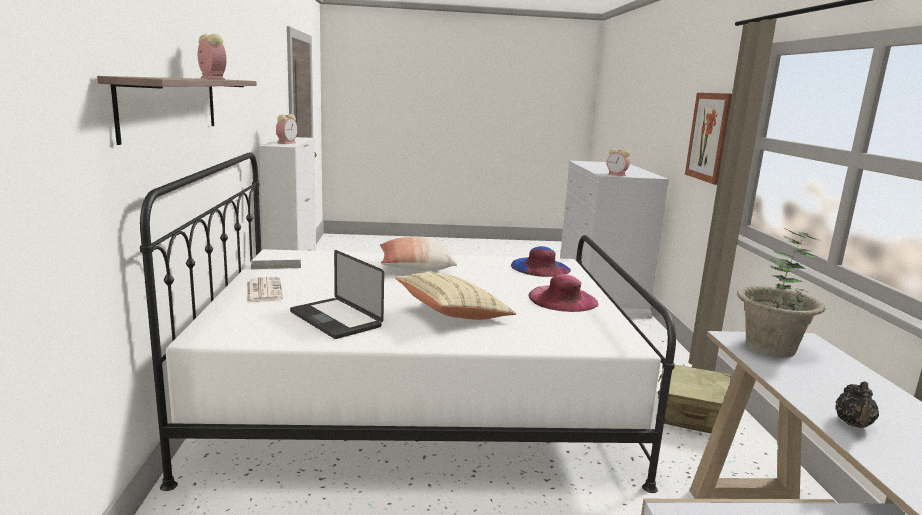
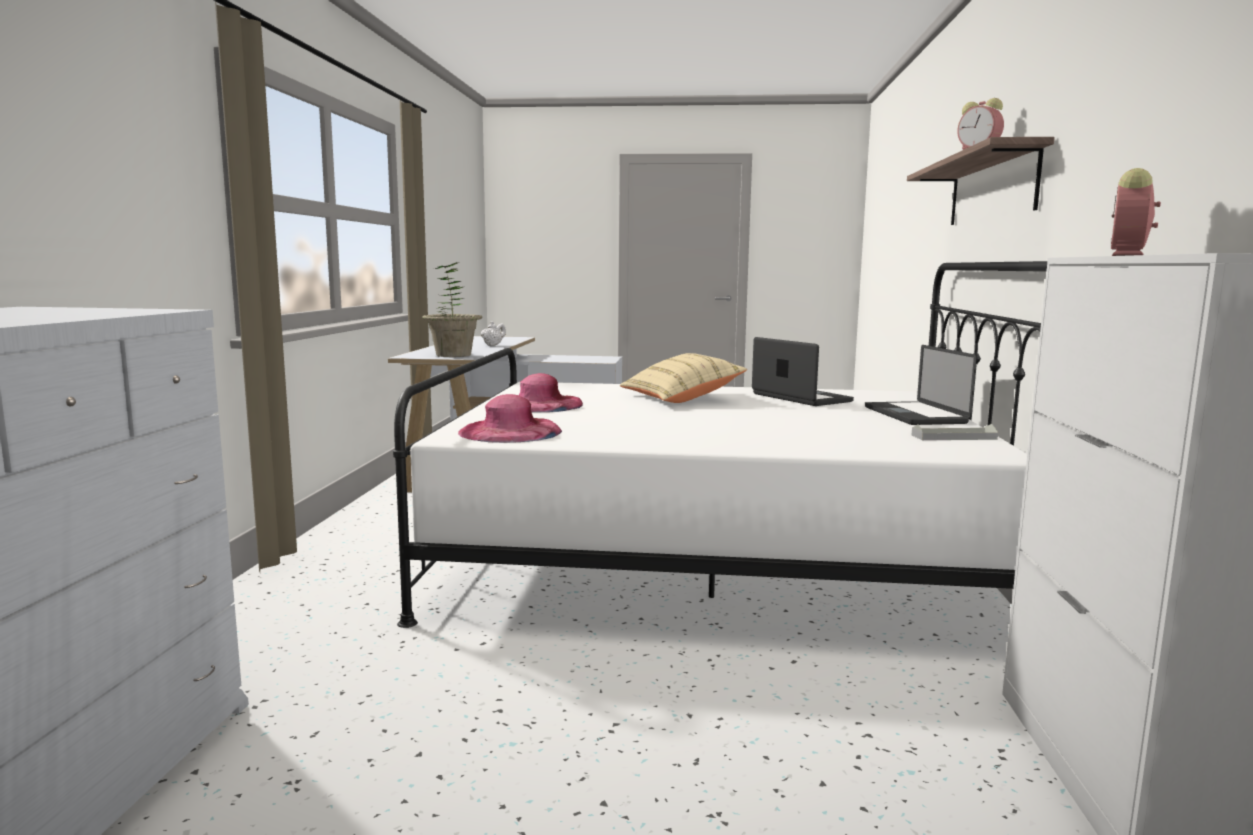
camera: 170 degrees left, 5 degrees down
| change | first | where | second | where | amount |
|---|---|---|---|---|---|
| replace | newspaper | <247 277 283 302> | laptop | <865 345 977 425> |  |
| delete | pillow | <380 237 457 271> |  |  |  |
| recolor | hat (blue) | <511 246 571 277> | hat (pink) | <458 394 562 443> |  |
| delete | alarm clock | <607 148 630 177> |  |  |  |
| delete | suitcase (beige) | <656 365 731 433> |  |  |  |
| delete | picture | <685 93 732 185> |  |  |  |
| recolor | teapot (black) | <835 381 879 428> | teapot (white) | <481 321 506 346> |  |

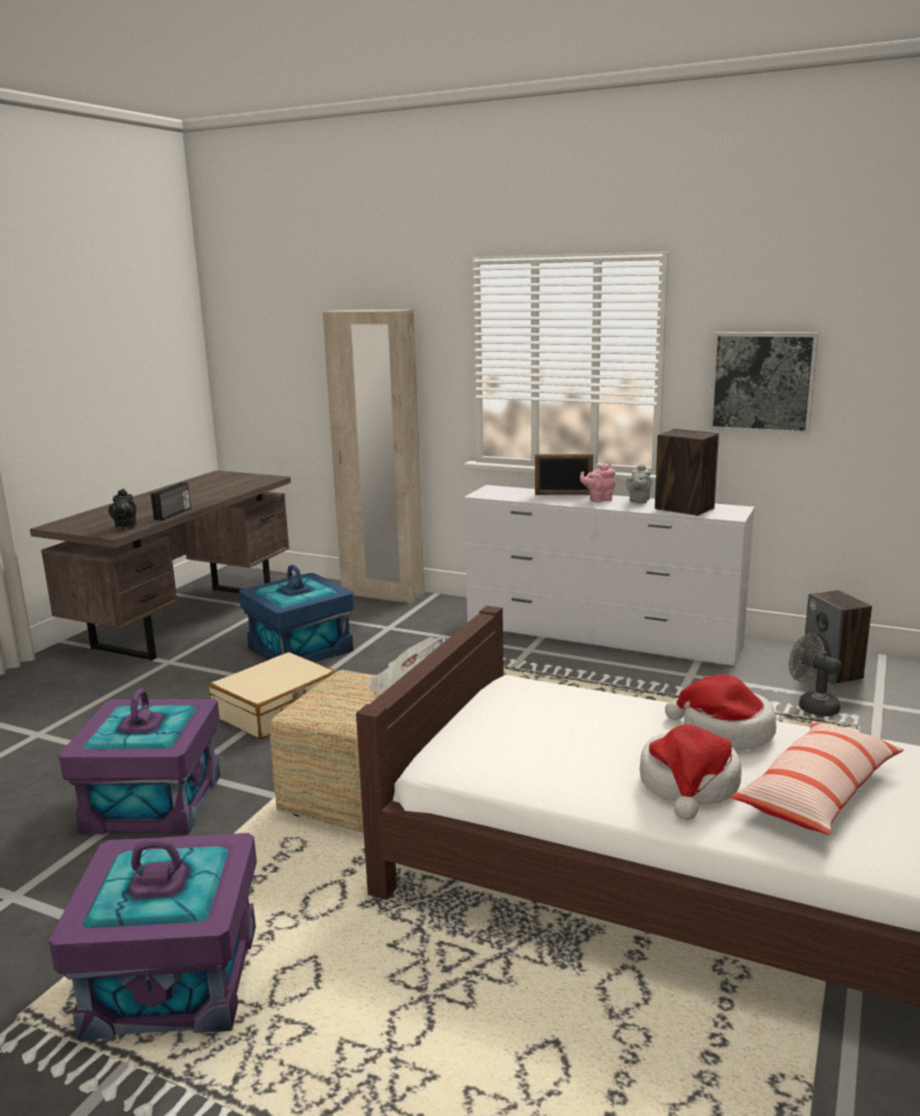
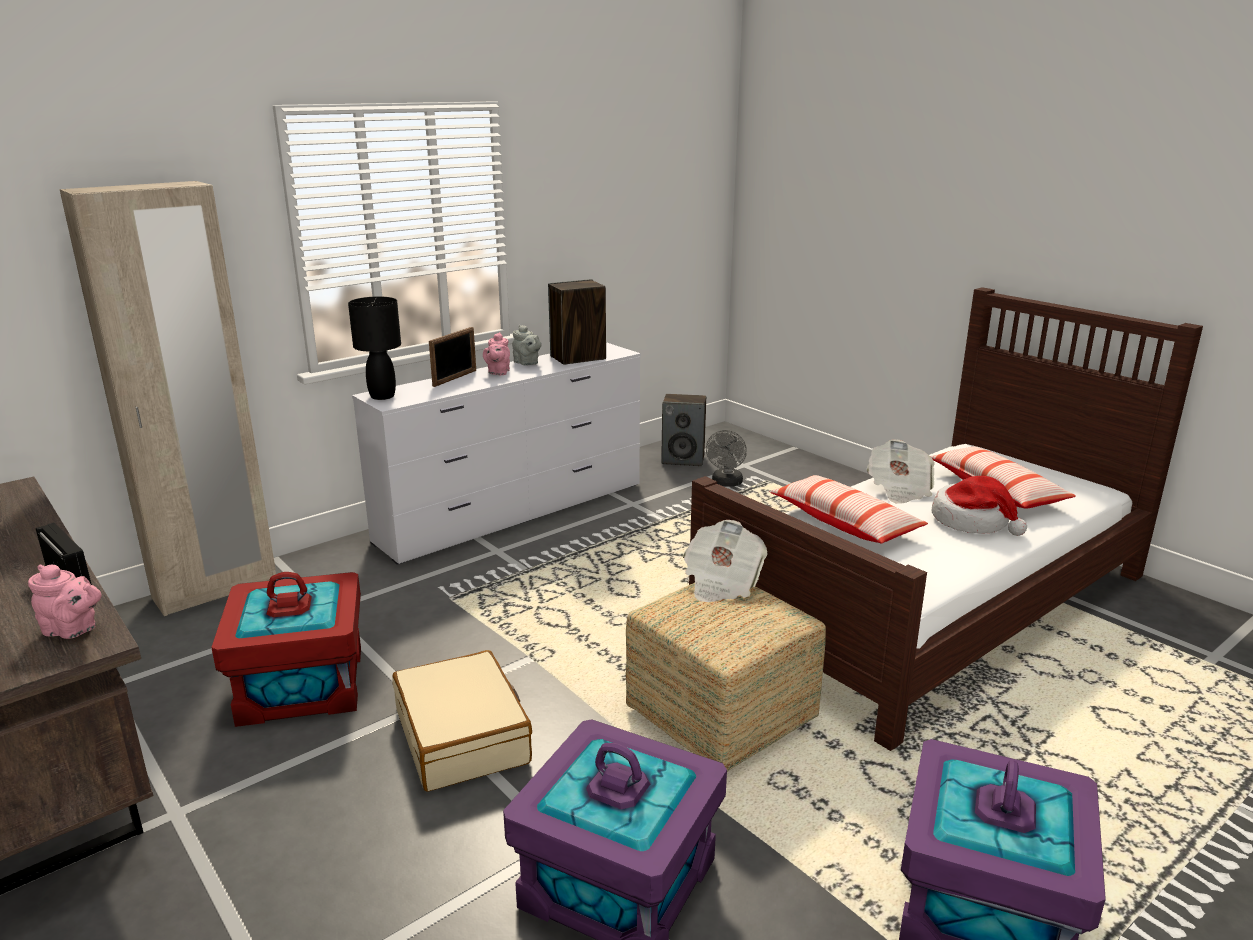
camera: 65 degrees left, 5 degrees up
| change | first | where | second | where | amount |
|---|---|---|---|---|---|
| recolor | teapot (black) | <108 489 136 530> | teapot (pink) | <28 565 101 639> |  |
| recolor | storage box (blue) | <239 565 354 662> | storage box (red) | <211 572 361 727> |  |
| replace | hat | <665 674 776 750> | newspaper | <867 439 935 504> |  |
| delete | picture | <709 332 819 434> |  |  |  |
| rotate | fan (grey) | <789 634 842 716> |  | <706 430 747 487> | 60 degrees counterclockwise |
| insert |  |  | table lamp (black) | <348 296 401 400> |  |
| insert |  |  | pillow | <770 475 928 543> |  |

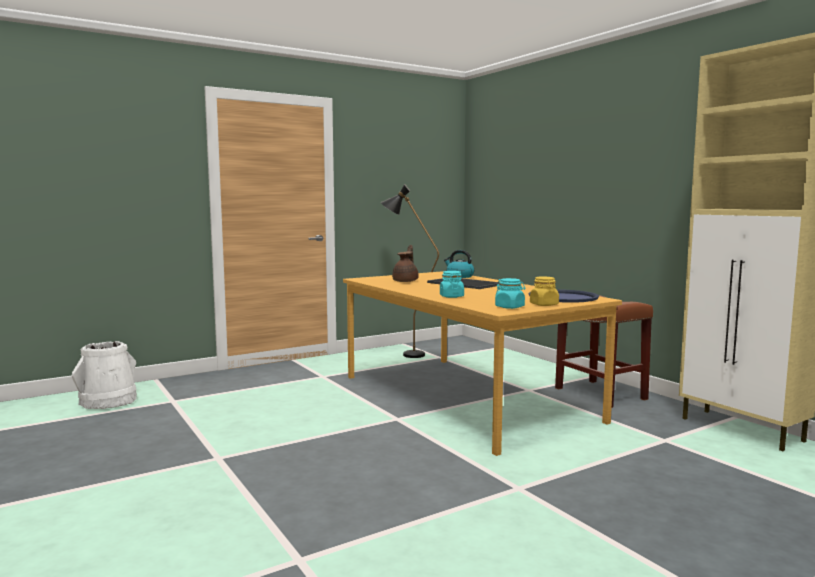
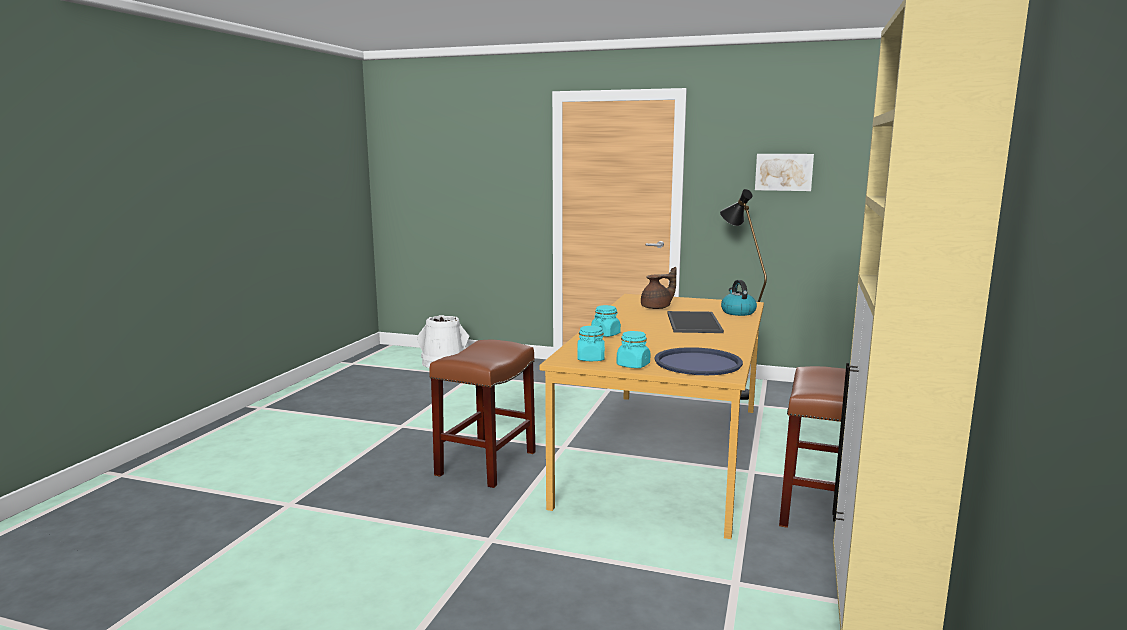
camera: 50 degrees right, 5 degrees up
| change | first | where | second | where | amount |
|---|---|---|---|---|---|
| recolor | jar (yellow) | <530 277 559 306> | jar (turquoise) | <616 331 650 368> |  |
| insert |  |  | stool (brown) | <429 340 536 488> |  |
| insert |  |  | picture | <755 154 814 191> |  |

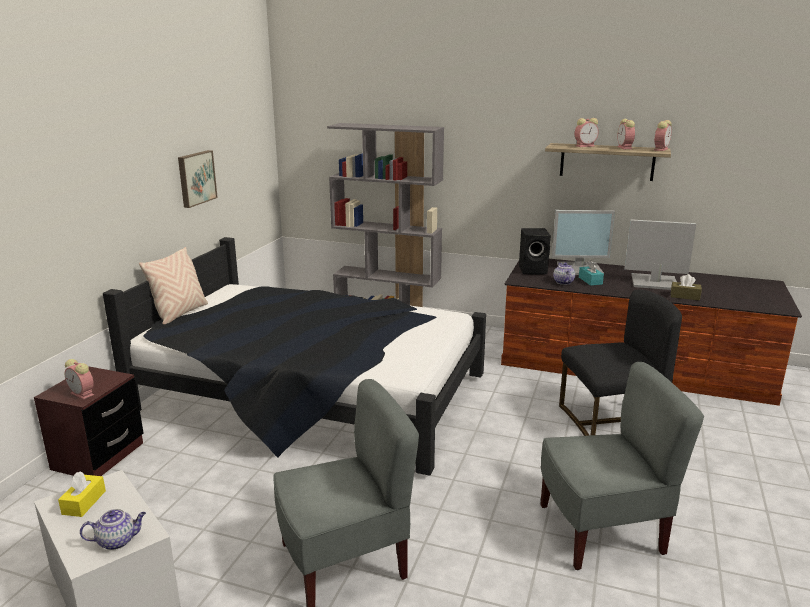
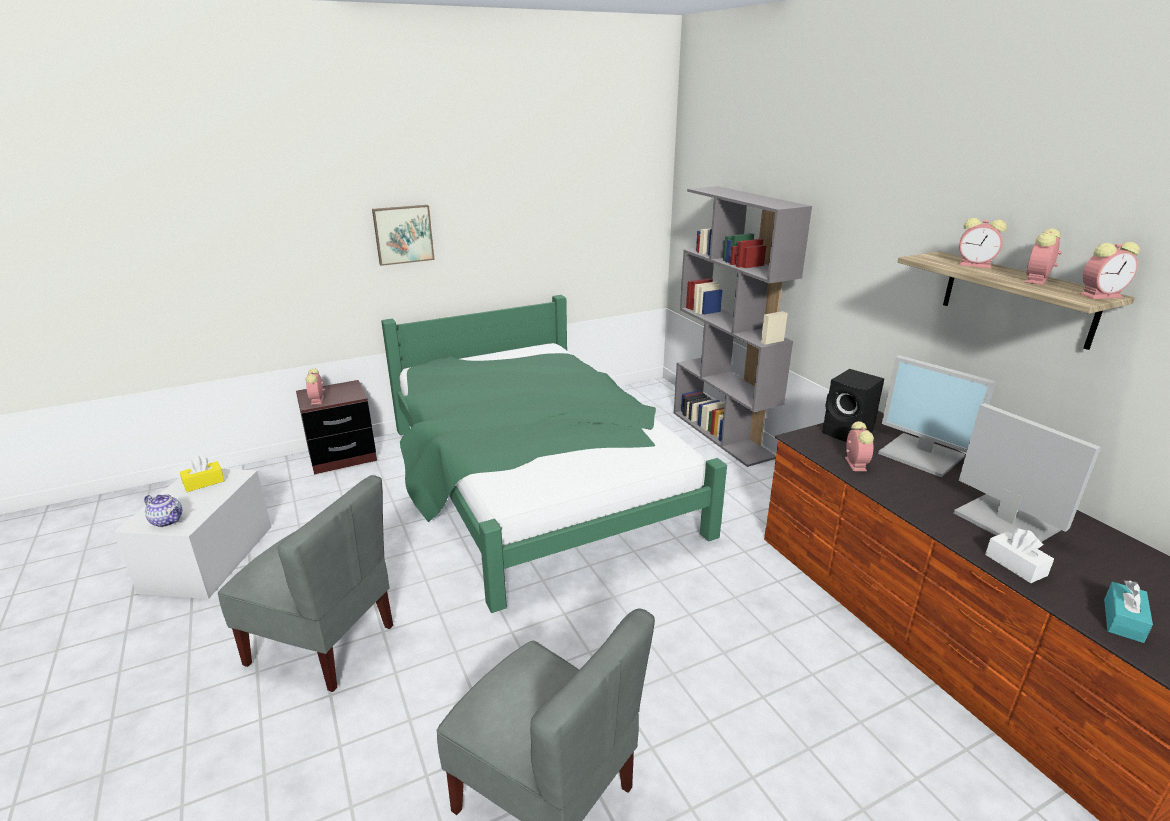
camera: 45 degrees right, 5 degrees up
| change | first | where | second | where | amount |
|---|---|---|---|---|---|
| recolor | bed (black) | <103 237 486 476> | bed (green) | <381 295 727 613> |  |
| delete | pillow (beige) | <139 247 208 324> |  |  |  |
| move | picture | <178 150 218 208> |  | <372 205 435 266> |  |
| replace | teapot | <553 262 575 285> | alarm clock | <845 421 874 471> |  |
| delete | chair (black) | <559 290 682 436> |  |  |  |
| move | tissue box (turquoise) | <579 260 604 286> |  | <1104 580 1153 643> |  |
| recolor | tissue box (brown) | <671 274 702 301> | tissue box (white) | <985 528 1054 583> |  |

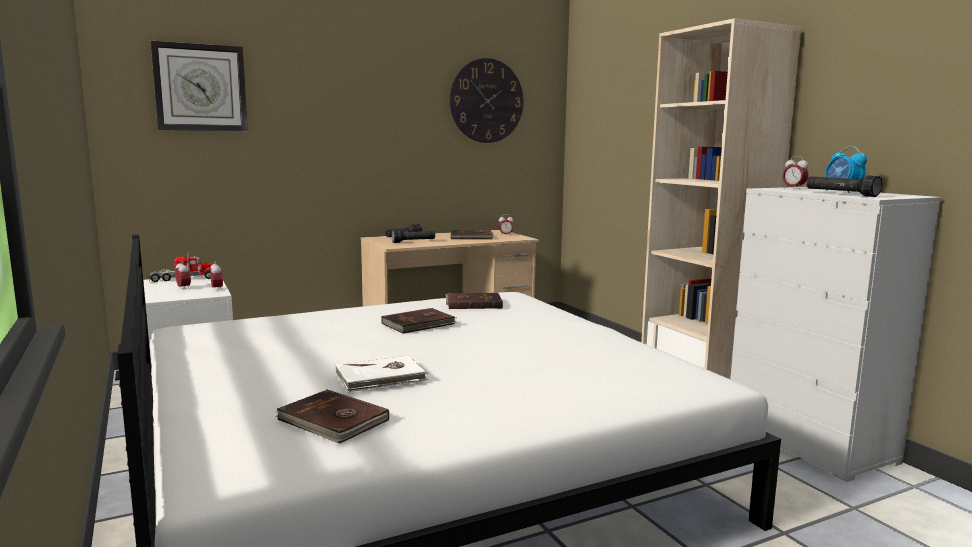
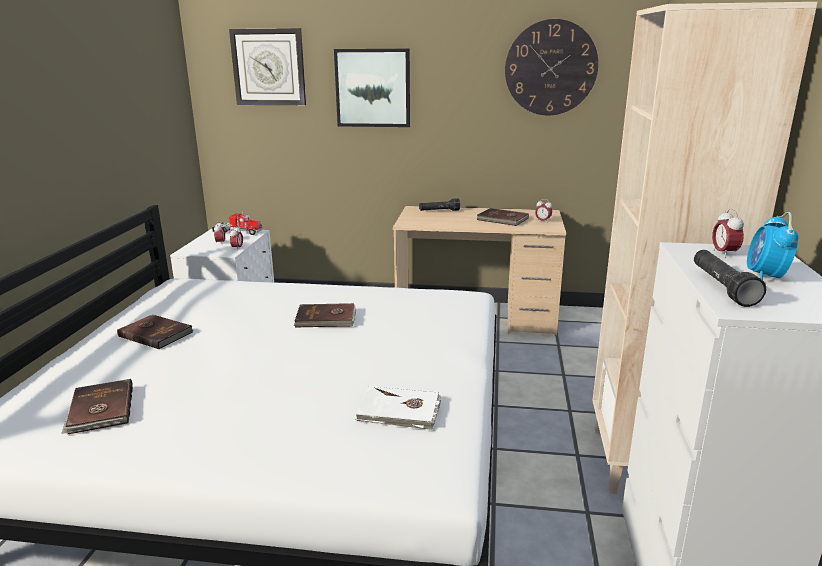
camera: 35 degrees right, 10 degrees up
| change | first | where | second | where | amount |
|---|---|---|---|---|---|
| move | book (white) | <335 355 428 392> |  | <355 386 441 430> |  |
| delete | flashlight (black) | <392 230 435 243> |  |  |  |
| move | book (brown) | <446 293 503 309> |  | <117 314 194 349> |  |
| insert |  |  | picture | <334 49 410 127> |  |

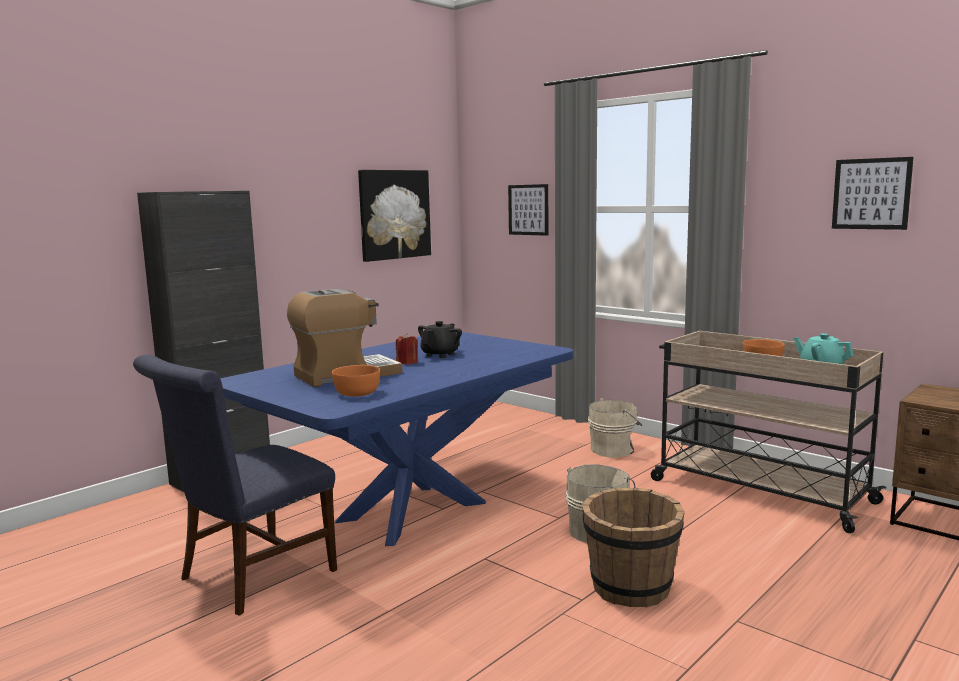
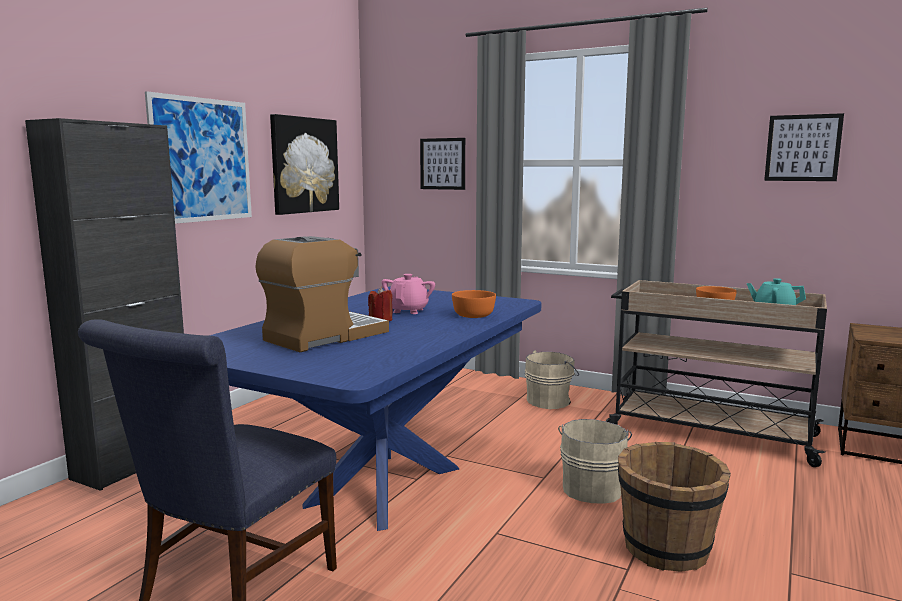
camera: 15 degrees left, 0 degrees up
| change | first | where | second | where | amount |
|---|---|---|---|---|---|
| move | bowl (orange) | <332 365 380 397> |  | <452 290 496 318> |  |
| recolor | teapot (black) | <418 321 462 358> | teapot (pink) | <382 274 435 314> |  |
| insert |  |  | picture | <145 91 252 224> |  |

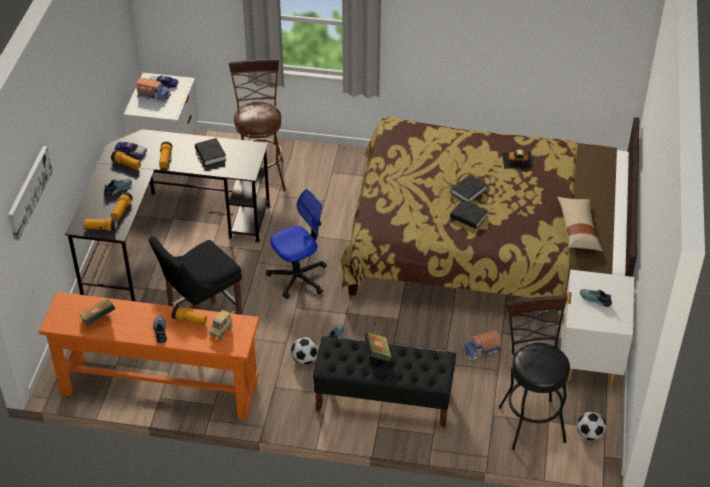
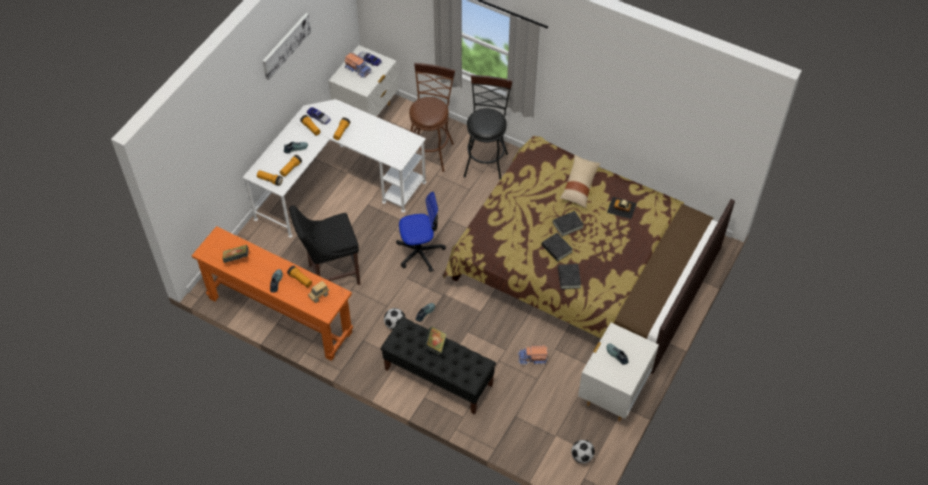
camera: 20 degrees right, 10 degrees up
| change | first | where | second | where | amount |
|---|---|---|---|---|---|
| move | picture | <8 146 53 240> |  | <263 13 311 80> |  |
| recolor | desk (black) | <65 129 271 302> | desk (white) | <242 99 426 238> |  |
| move | book (black) | <195 138 226 166> |  | <558 264 581 289> |  |
| move | stool (black) | <499 295 570 450> |  | <463 75 512 179> |  |
| move | pillow (beige) | <557 197 603 251> |  | <560 155 600 208> |  |

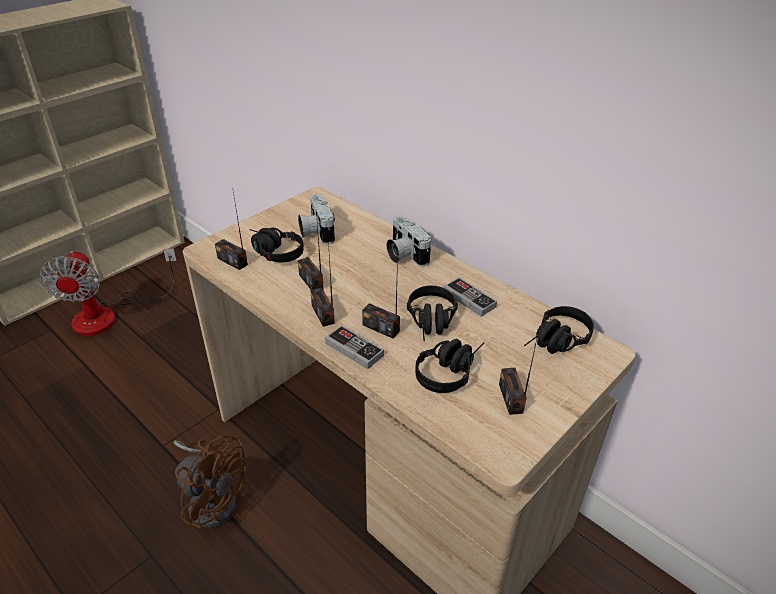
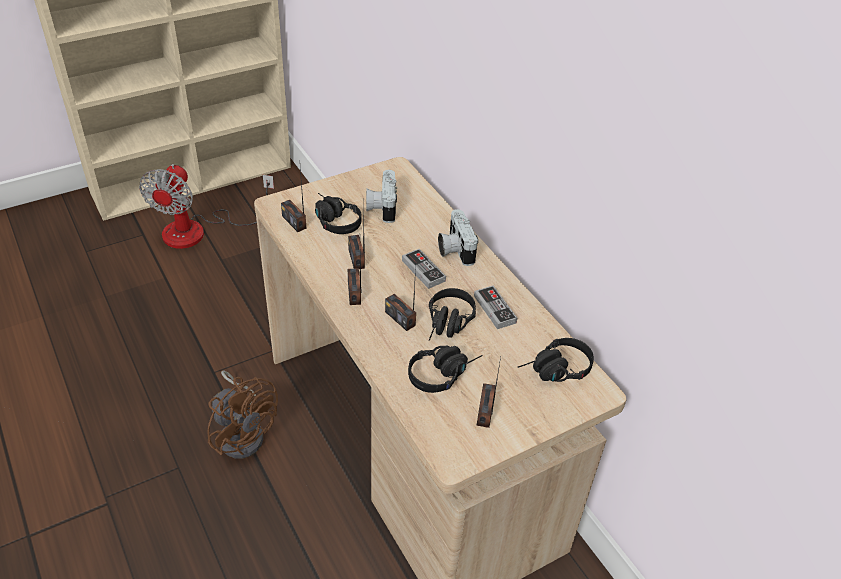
camera: 15 degrees right, 5 degrees up
| change | first | where | second | where | amount |
|---|---|---|---|---|---|
| move | game controller | <325 325 384 369> |  | <402 249 446 289> |  |

